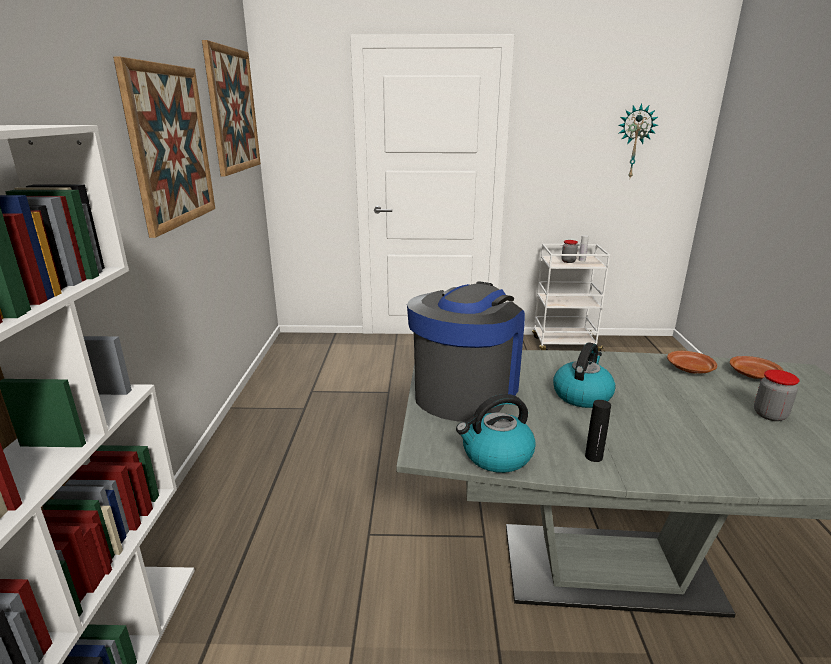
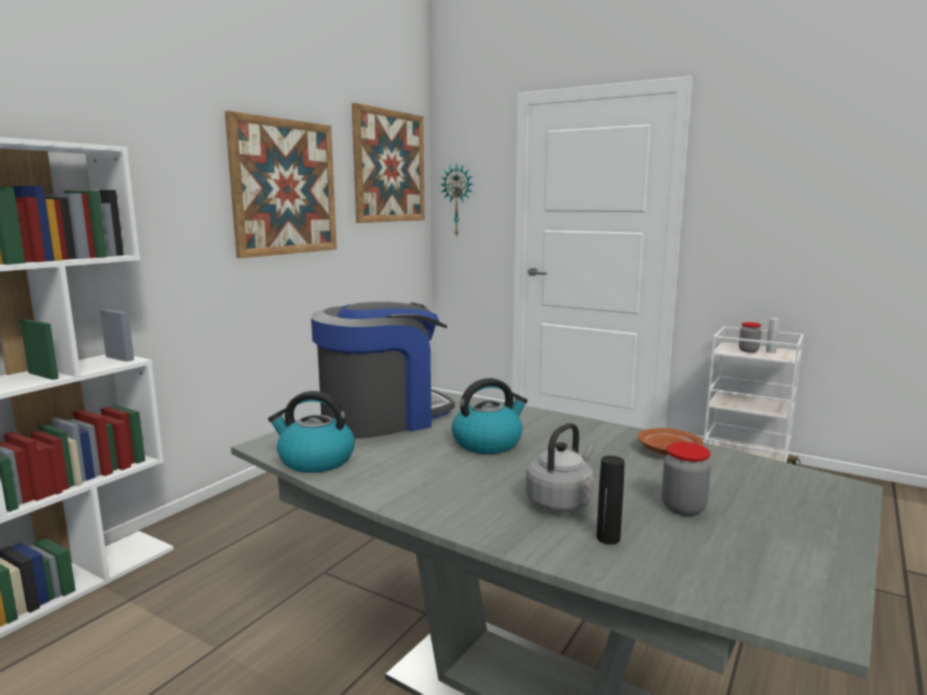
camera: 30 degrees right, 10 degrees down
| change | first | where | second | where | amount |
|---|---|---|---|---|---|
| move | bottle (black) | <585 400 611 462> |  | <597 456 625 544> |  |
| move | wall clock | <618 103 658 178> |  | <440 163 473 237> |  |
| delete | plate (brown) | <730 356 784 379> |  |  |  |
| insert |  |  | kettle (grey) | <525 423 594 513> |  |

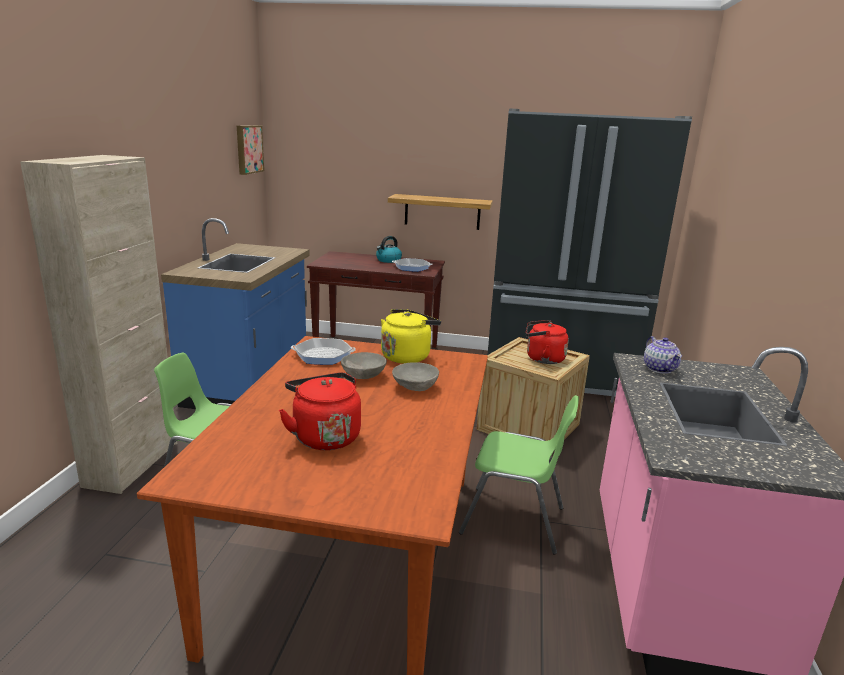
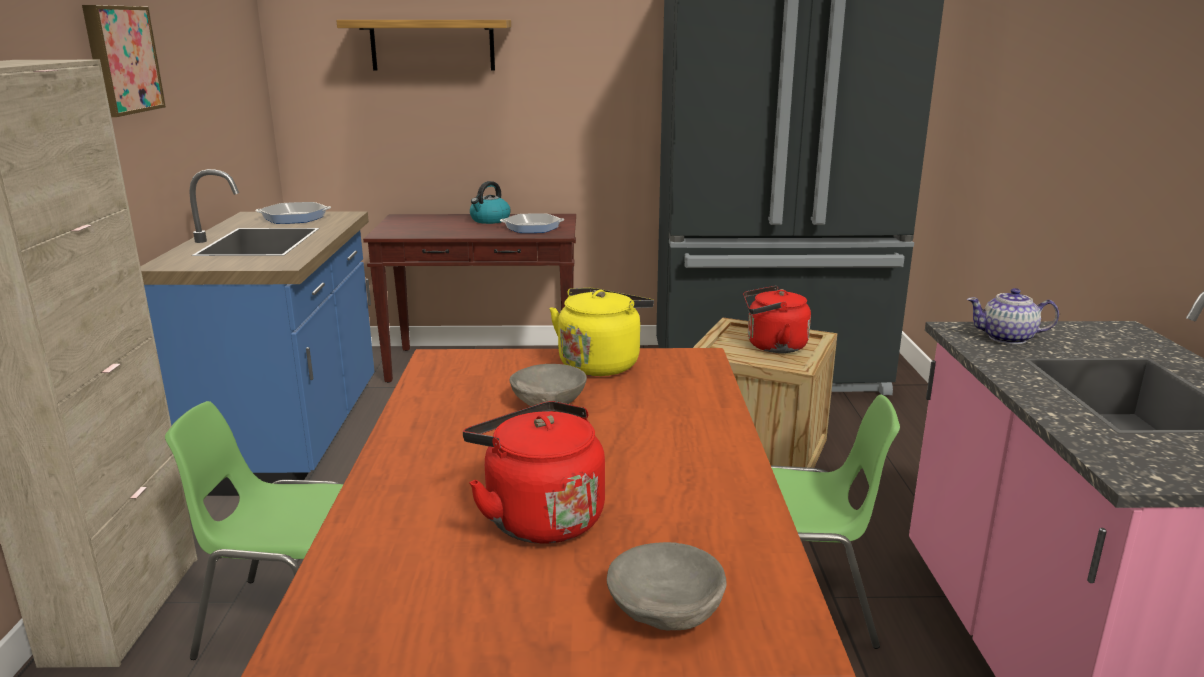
camera: 10 degrees left, 0 degrees up
| change | first | where | second | where | amount |
|---|---|---|---|---|---|
| move | picture | <237 125 264 175> |  | <82 5 166 117> |  |
| move | frying pan | <291 338 356 365> |  | <255 202 331 224> |  |
| move | shelf | <388 194 493 230> |  | <336 20 511 71> |  |
| move | bowl (grey) | <392 362 439 391> |  | <607 542 727 631> |  |
| rotate | teapot | <644 336 682 374> |  | <967 288 1059 345> | 120 degrees clockwise |

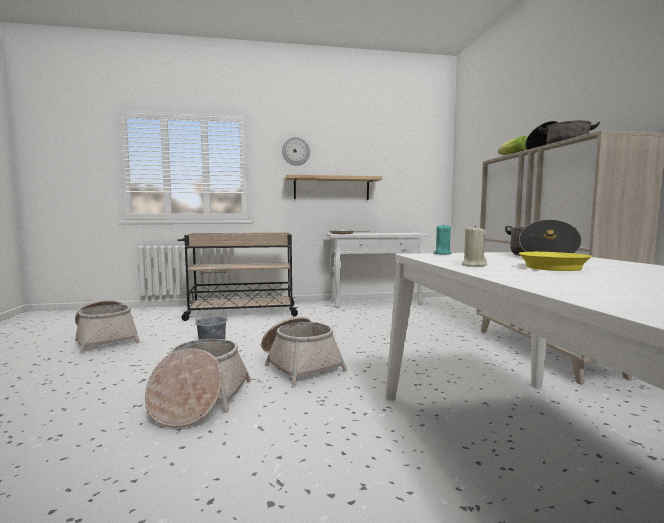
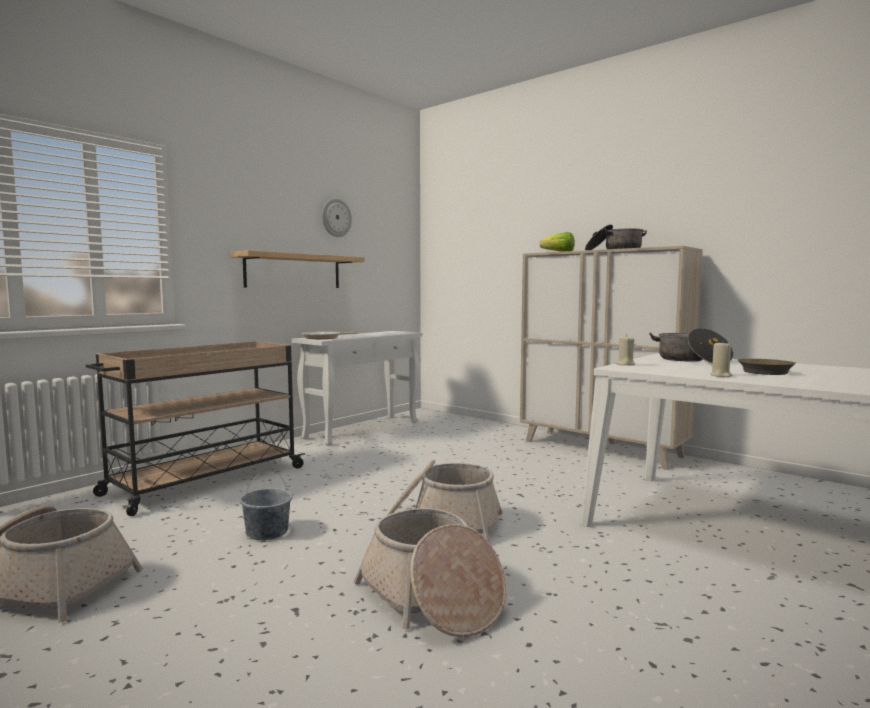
camera: 40 degrees left, 0 degrees up
| change | first | where | second | where | amount |
|---|---|---|---|---|---|
| move | wall clock | <282 137 310 166> |  | <322 198 352 237> |  |
| recolor | candle (turquoise) | <434 223 452 254> | candle (beige) | <615 334 635 365> |  |
| recolor | frying pan (yellow) | <519 252 592 271> | frying pan (brown) | <738 359 796 375> |  |

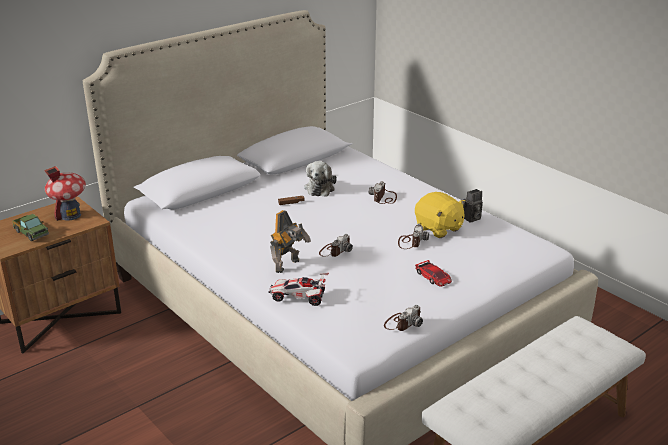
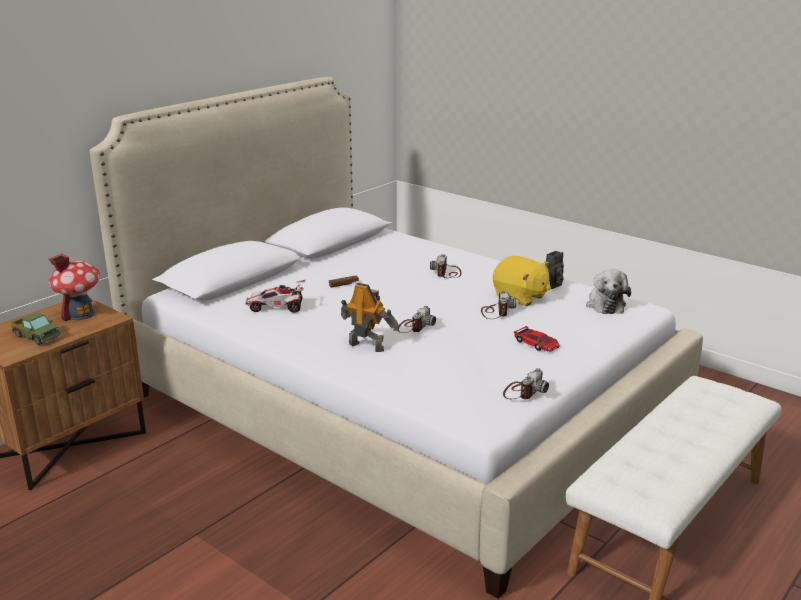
camera: 10 degrees left, 5 degrees down
| change | first | where | second | where | amount |
|---|---|---|---|---|---|
| move | toy car | <269 273 329 306> |  | <245 280 306 313> |  |
| rotate | toy robot | <270 210 311 273> |  | <341 283 399 352> | 90 degrees counterclockwise |
| move | plush toy | <304 161 337 197> |  | <586 269 631 314> |  |

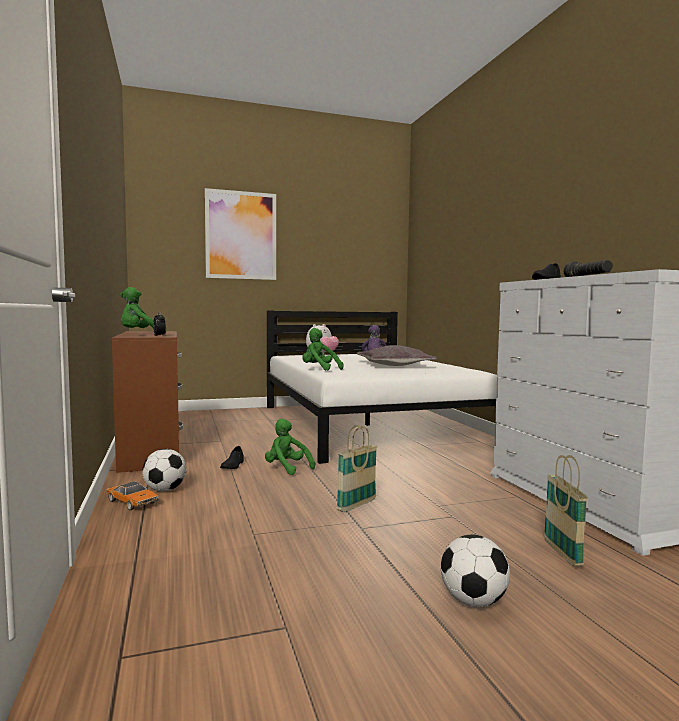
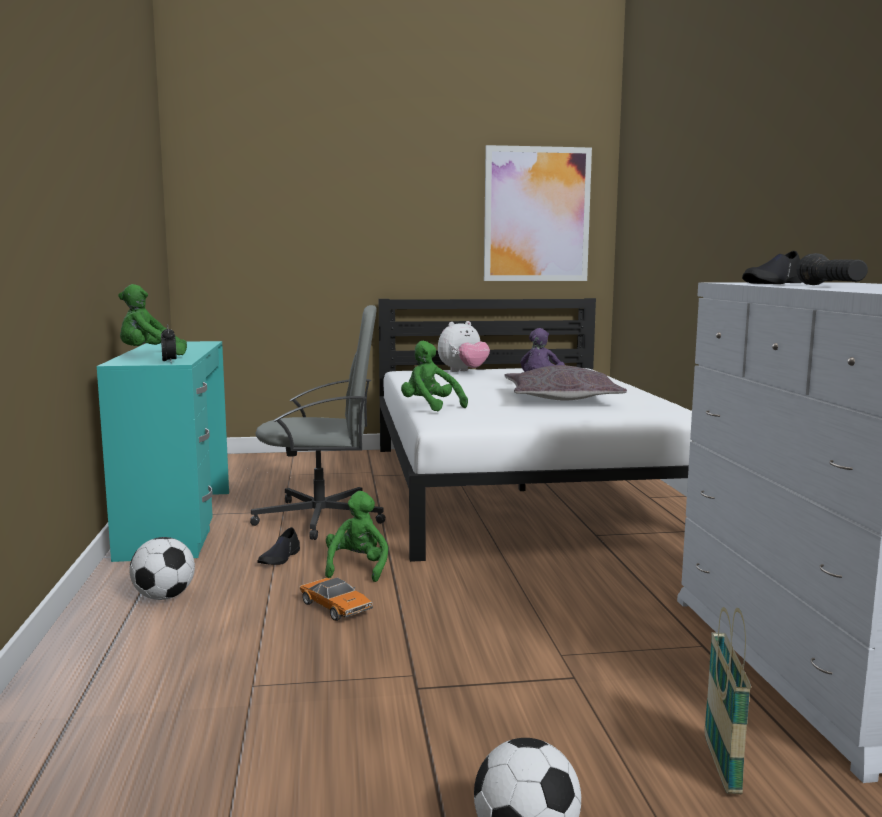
camera: 10 degrees right, 5 degrees up
| change | first | where | second | where | amount |
|---|---|---|---|---|---|
| move | toy car | <107 481 159 510> |  | <299 577 373 621> |  |
| recolor | desk (brown) | <112 331 183 473> | desk (turquoise) | <97 341 229 562> |  |
| move | picture | <205 188 276 280> |  | <484 145 592 281> |  |
| rotate | plush toy (green) | <265 419 315 475> |  | <325 491 388 582> | 45 degrees clockwise |
| delete | basket | <337 425 377 512> |  |  |  |
| insert |  |  | office chair (grey) | <250 305 385 540> |  |

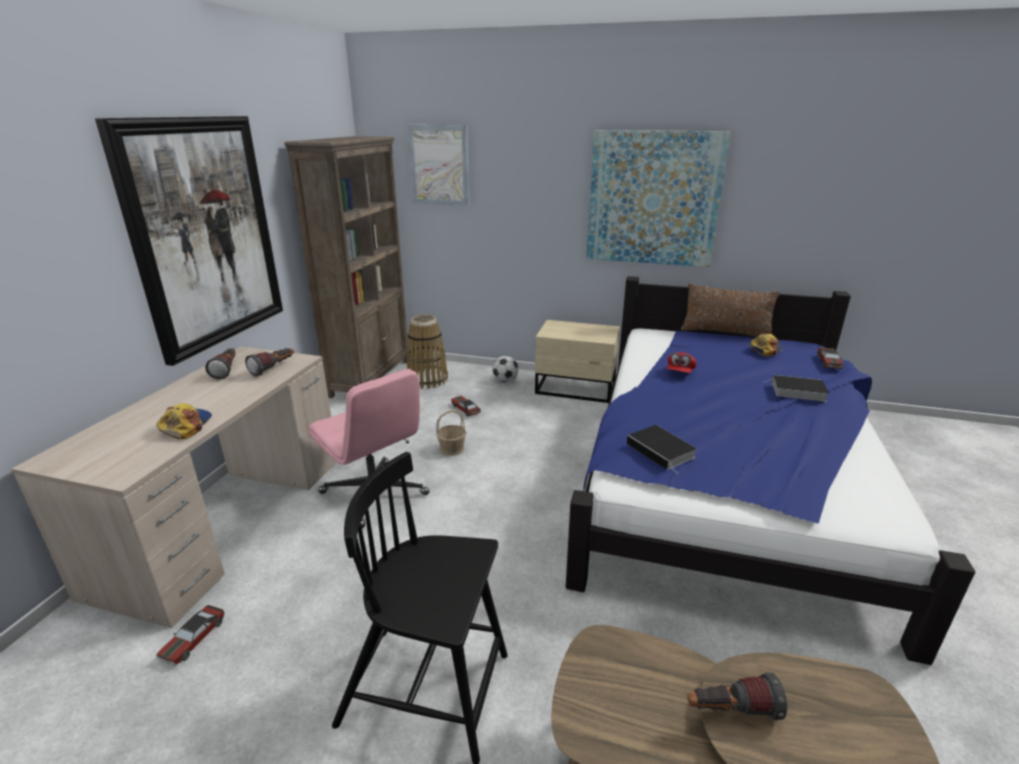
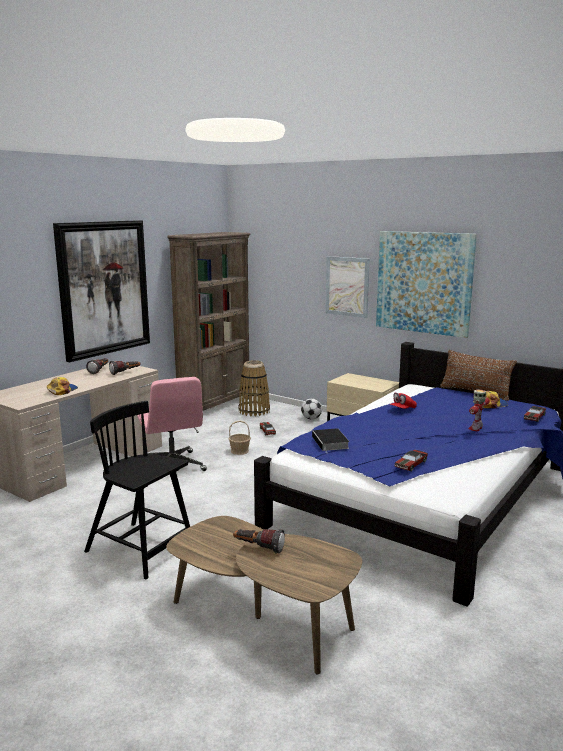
camera: 20 degrees right, 10 degrees down
| change | first | where | second | where | amount |
|---|---|---|---|---|---|
| move | toy car | <156 605 225 665> |  | <394 450 428 471> |  |
| move | picture | <407 125 469 206> |  | <325 256 370 318> |  |
| replace | book | <764 375 829 402> | toy robot | <468 390 490 431> |  |

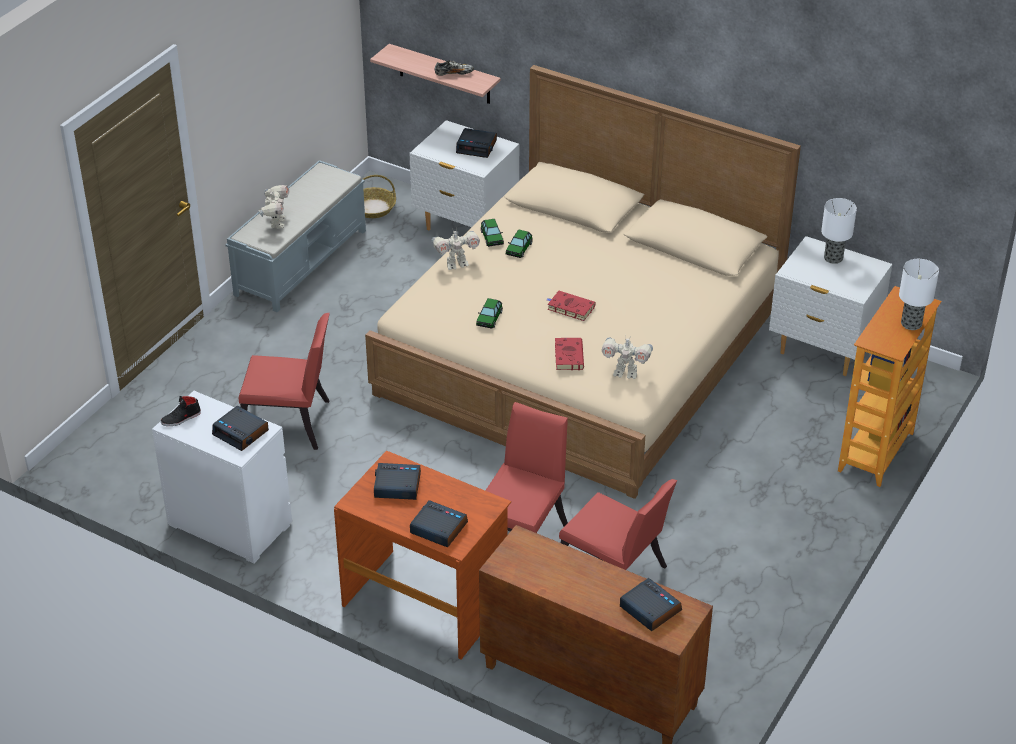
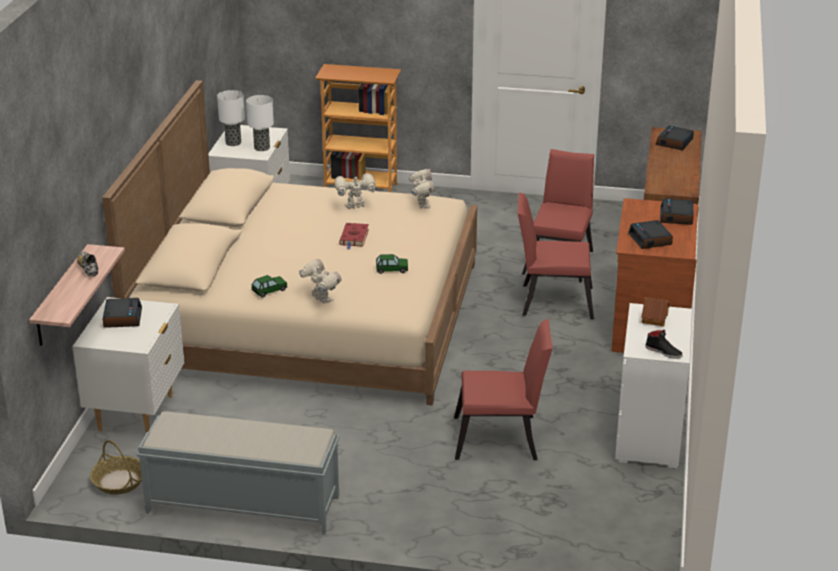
camera: 110 degrees left, 10 degrees down
| change | first | where | second | where | amount |
|---|---|---|---|---|---|
| replace | alarm clock | <212 406 269 451> | toy house | <641 297 670 327> |  |
| rotate | chair (red) | <239 313 330 450> |  | <454 319 553 460> | 105 degrees clockwise |
| move | toy robot | <258 185 289 229> |  | <334 173 377 209> |  |
| delete | toy car | <506 229 533 258> |  |  |  |
| delete | book (red) | <555 338 584 370> |  |  |  |
| move | table lamp | <899 259 939 330> |  | <246 95 274 151> |  |

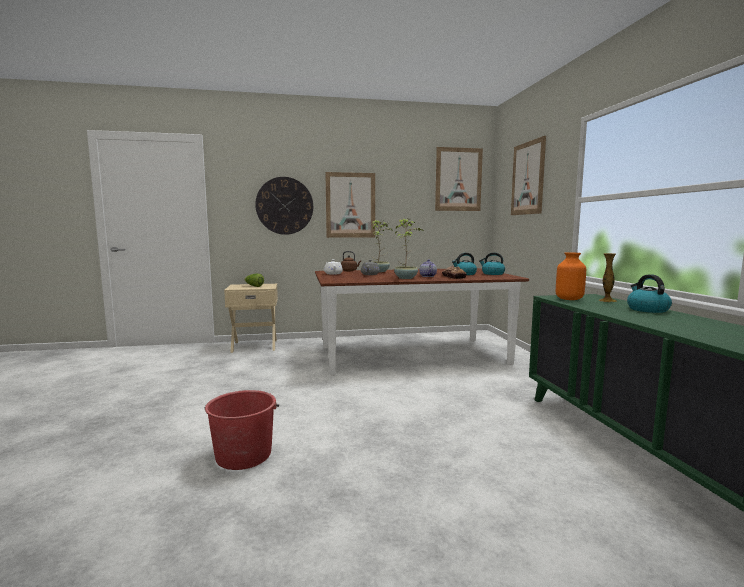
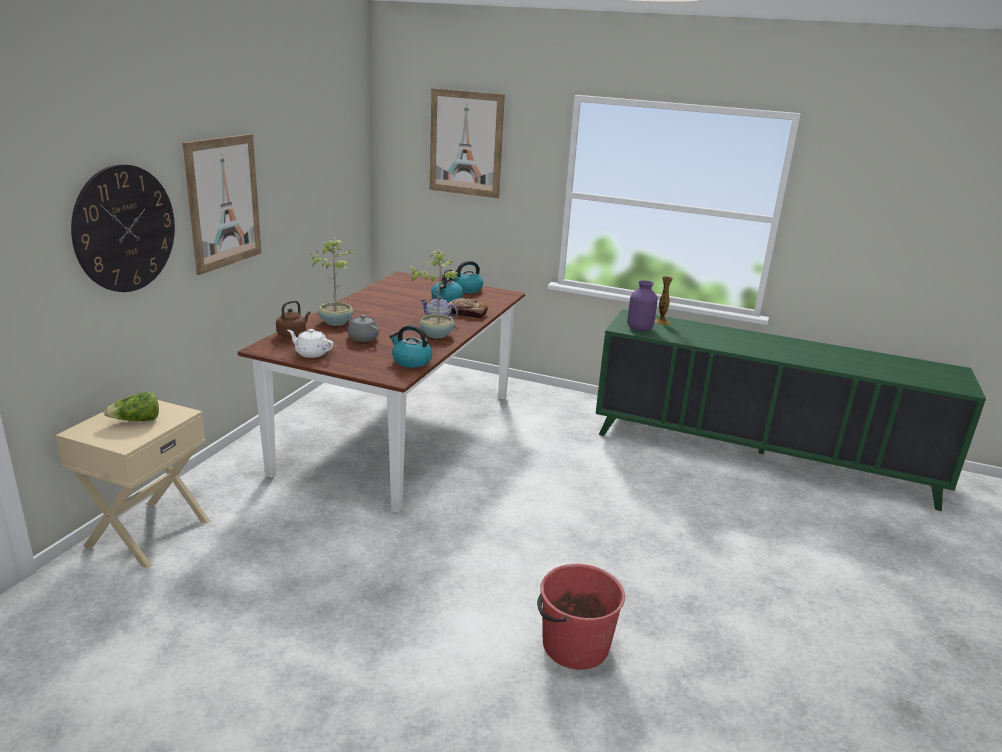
camera: 60 degrees left, 15 degrees up
| change | first | where | second | where | amount |
|---|---|---|---|---|---|
| delete | picture | <435 147 483 211> |  |  |  |
| recolor | vase (orange) | <556 252 586 300> | vase (purple) | <627 280 658 331> |  |
| move | kettle | <627 274 672 313> |  | <389 325 433 368> |  |

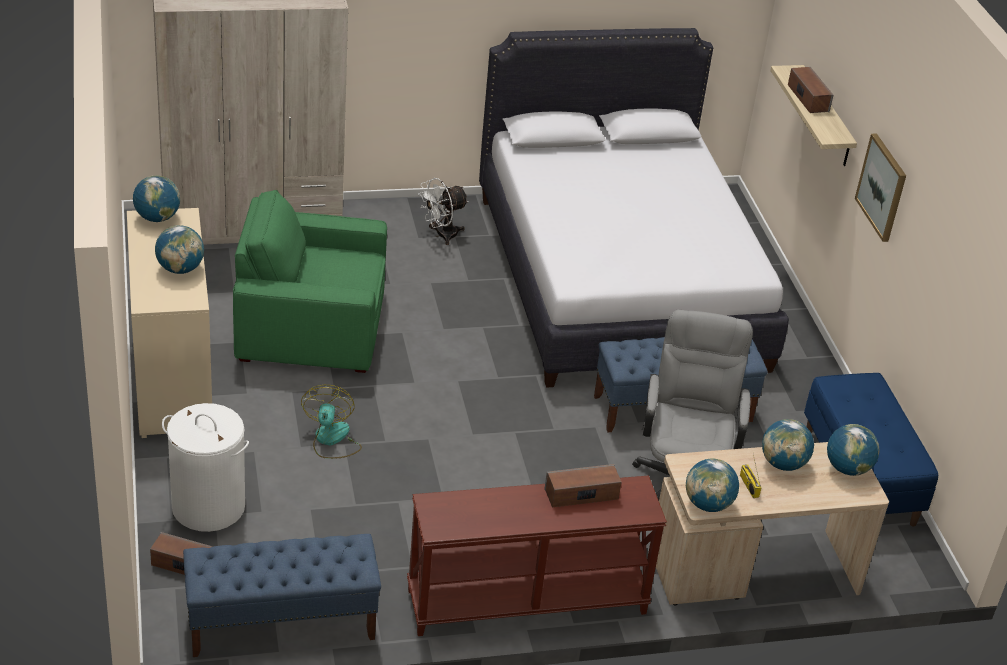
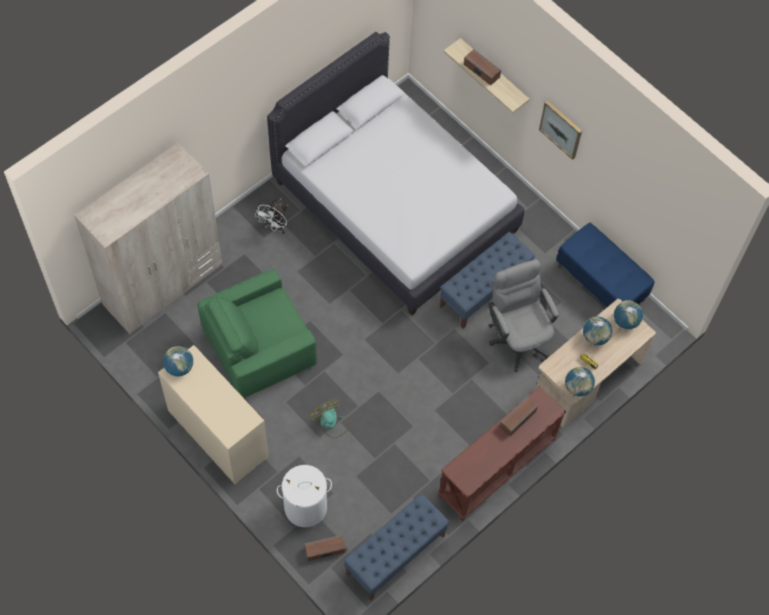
camera: 30 degrees left, 25 degrees up
| change | first | where | second | where | amount |
|---|---|---|---|---|---|
| delete | globe | <155 225 204 274> |  |  |  |

